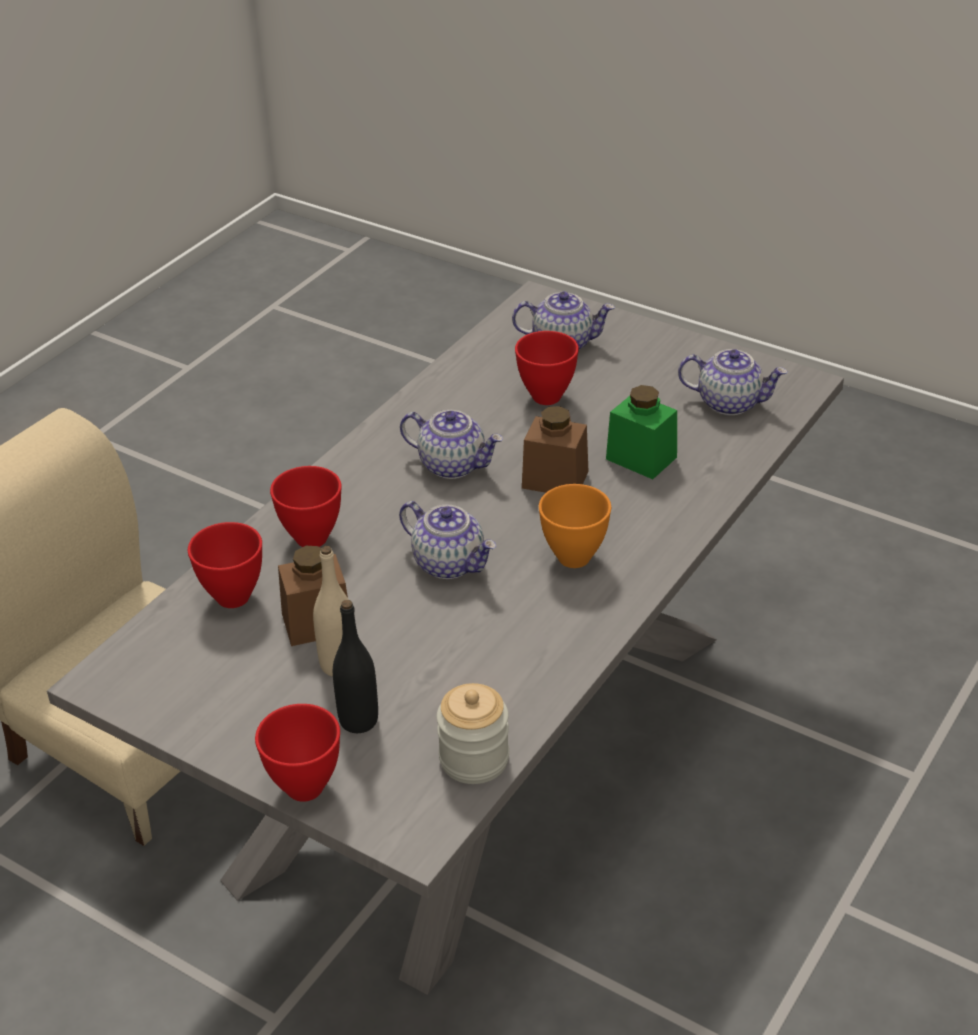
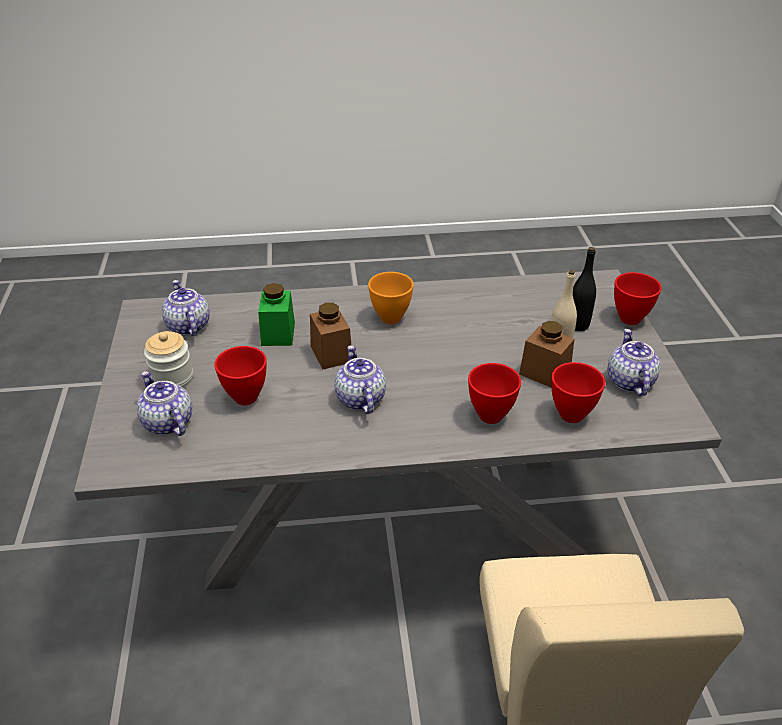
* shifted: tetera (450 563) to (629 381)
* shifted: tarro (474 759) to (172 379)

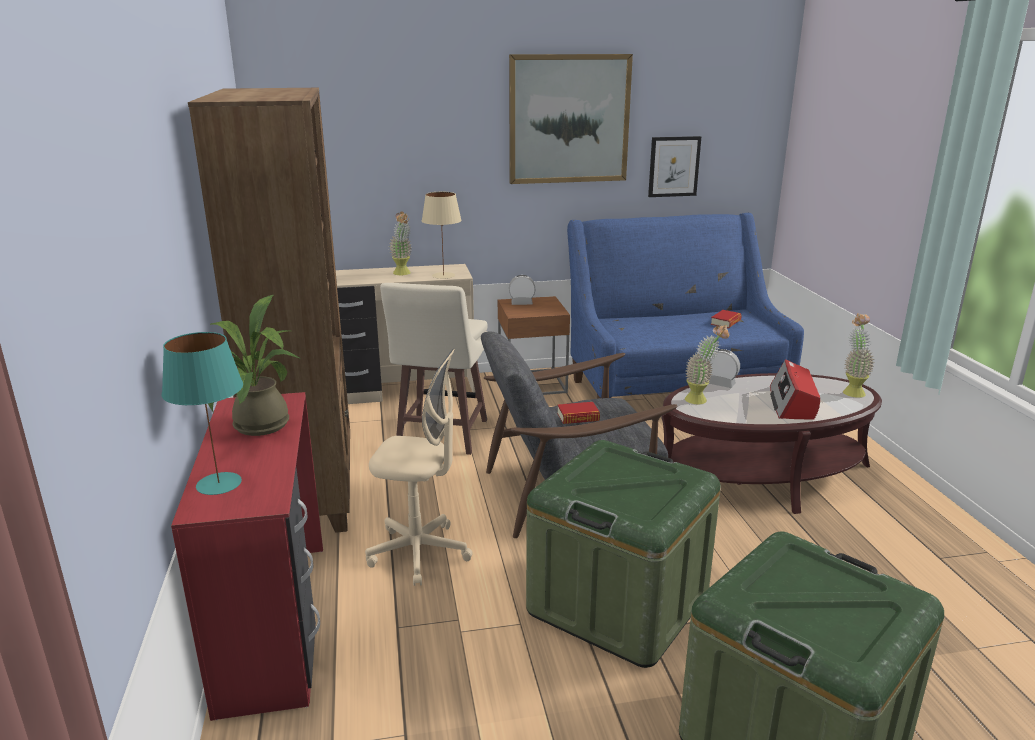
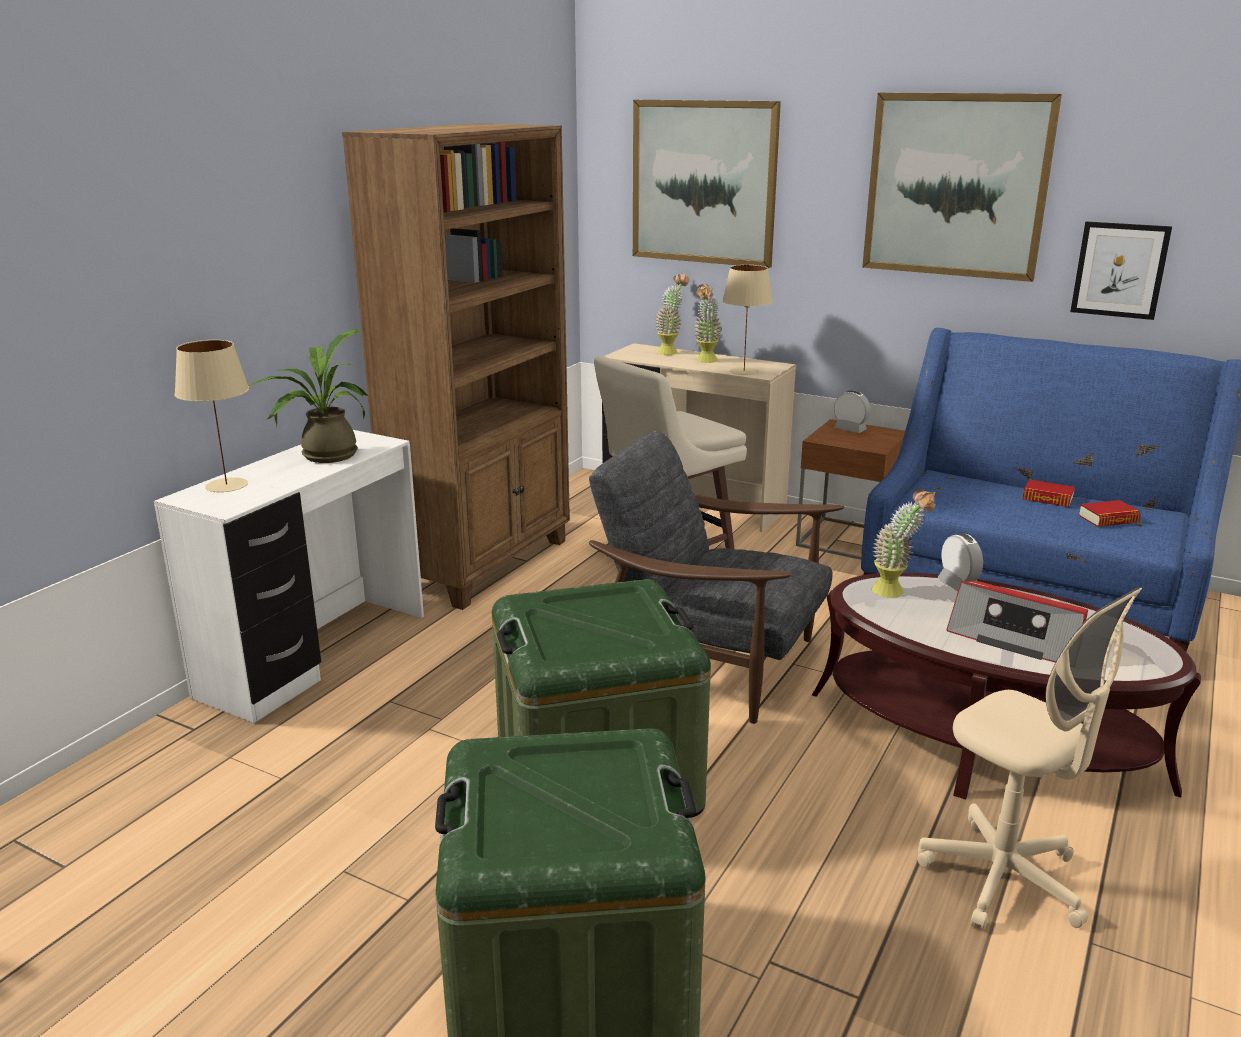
* repainted: lámpara de mesa/turquesa (218 484) to lámpara de mesa/beis (226 485)
* repainted: escritorio/rojo (277 622) to escritorio/blanco (317 655)
* shifted: silla de oficina/beis (419 553) to (1003 879)
* shifted: libro (578 417) to (1047 499)
* rotated: radio (792 403) = (1016 638) 105 degrees counterclockwise
* shifted: planta en maceta (852 391) to (671 351)
* new: cuadro (703 182)

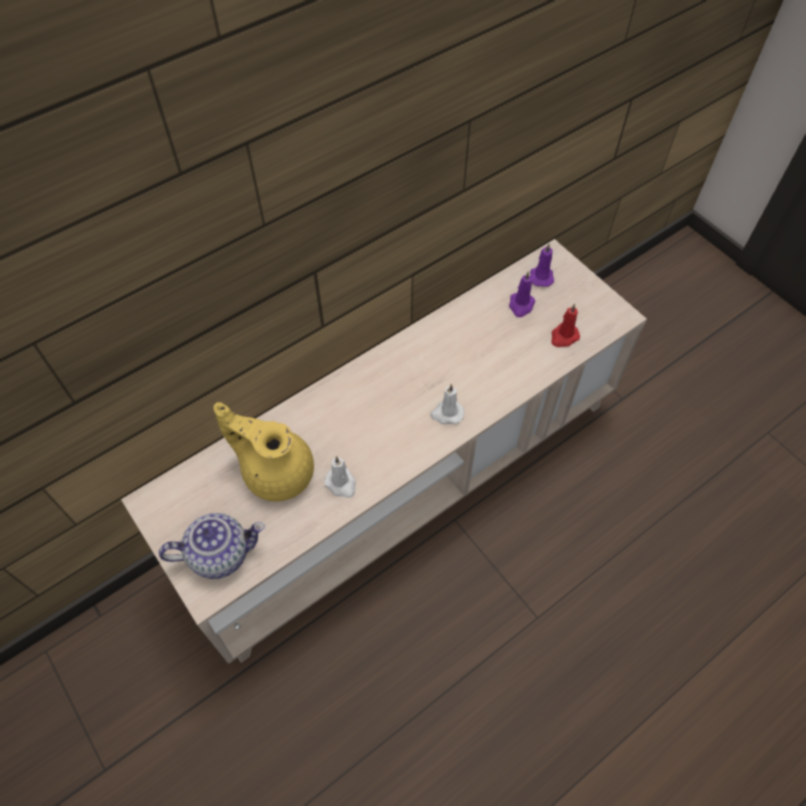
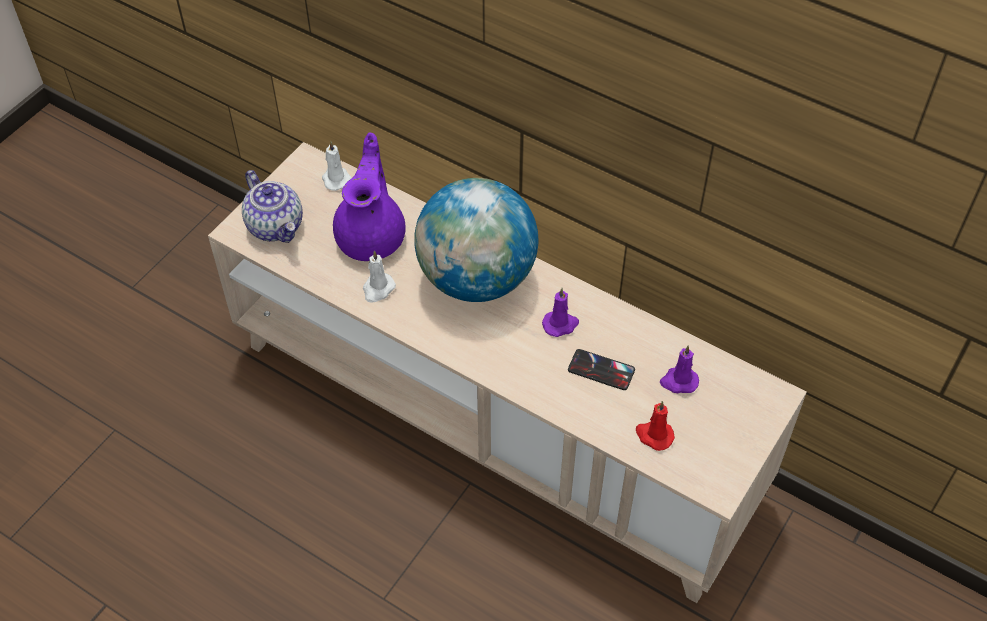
* repainted: tetera/amarillo (276 471) to tetera/morado (372 236)
* shifted: vela/blanco (446 414) to (335 179)
* shifted: vela/morado (541 276) to (560 324)
* new: globo terráqueo (476 278)
* new: móvil (601 370)

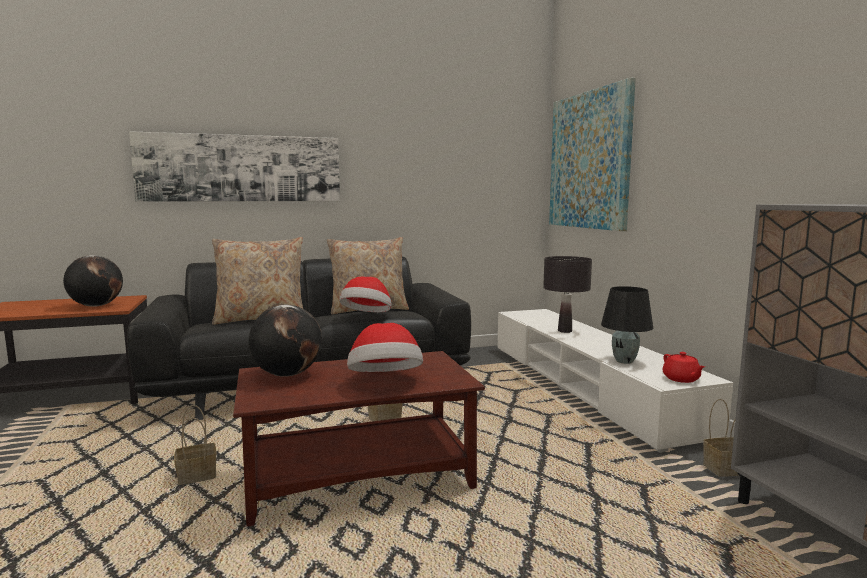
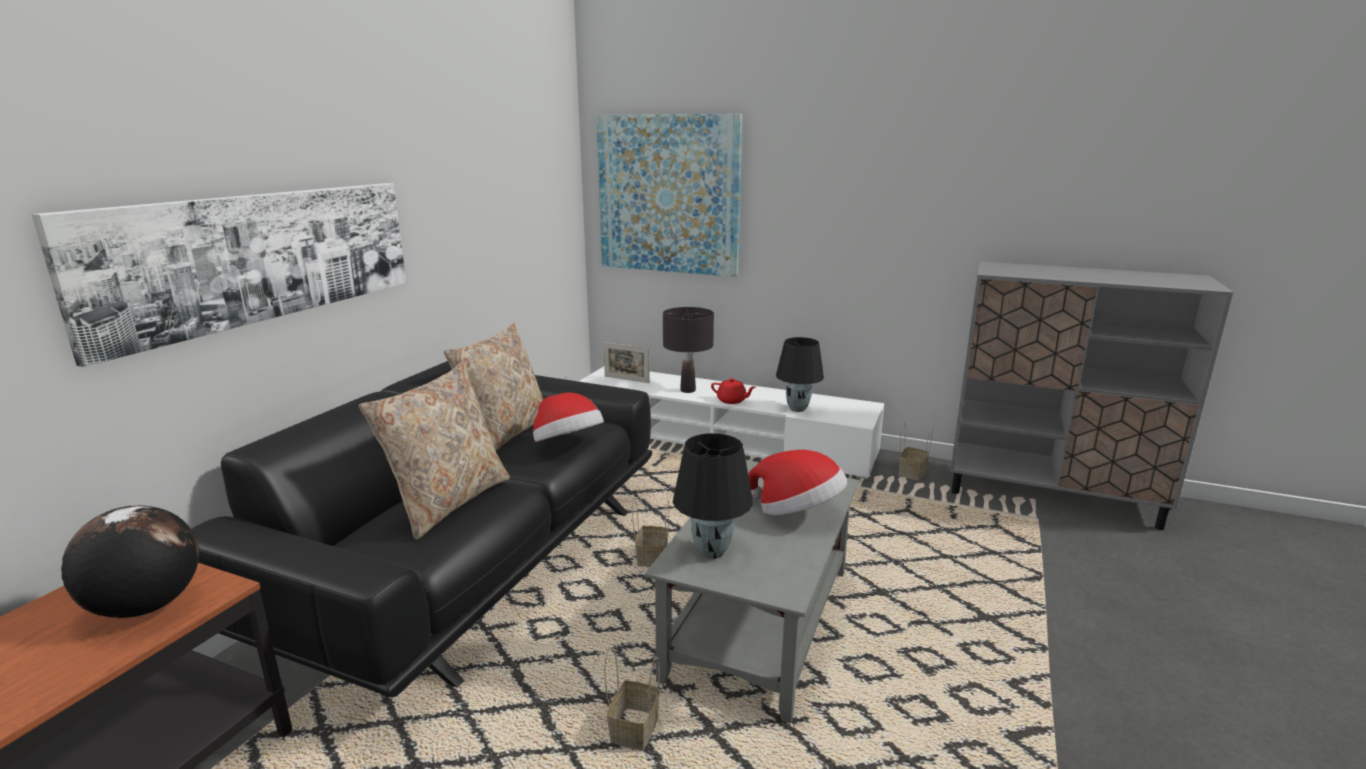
* repainted: mesa de centro/marrón (360 477) to mesa de centro/gris (759 621)
* swapped: globo terráqueo (287 374) to lámpara de mesa/negro (711 552)
* shifted: tetera/rojo (681 379) to (732 400)
* new: portarretratos (626 379)

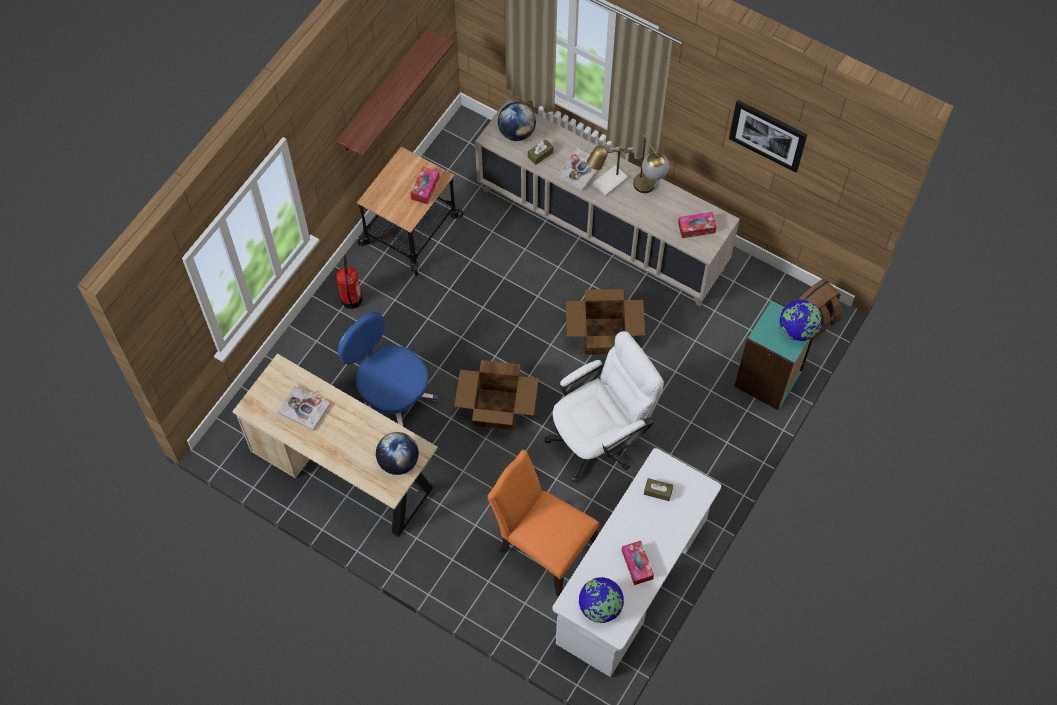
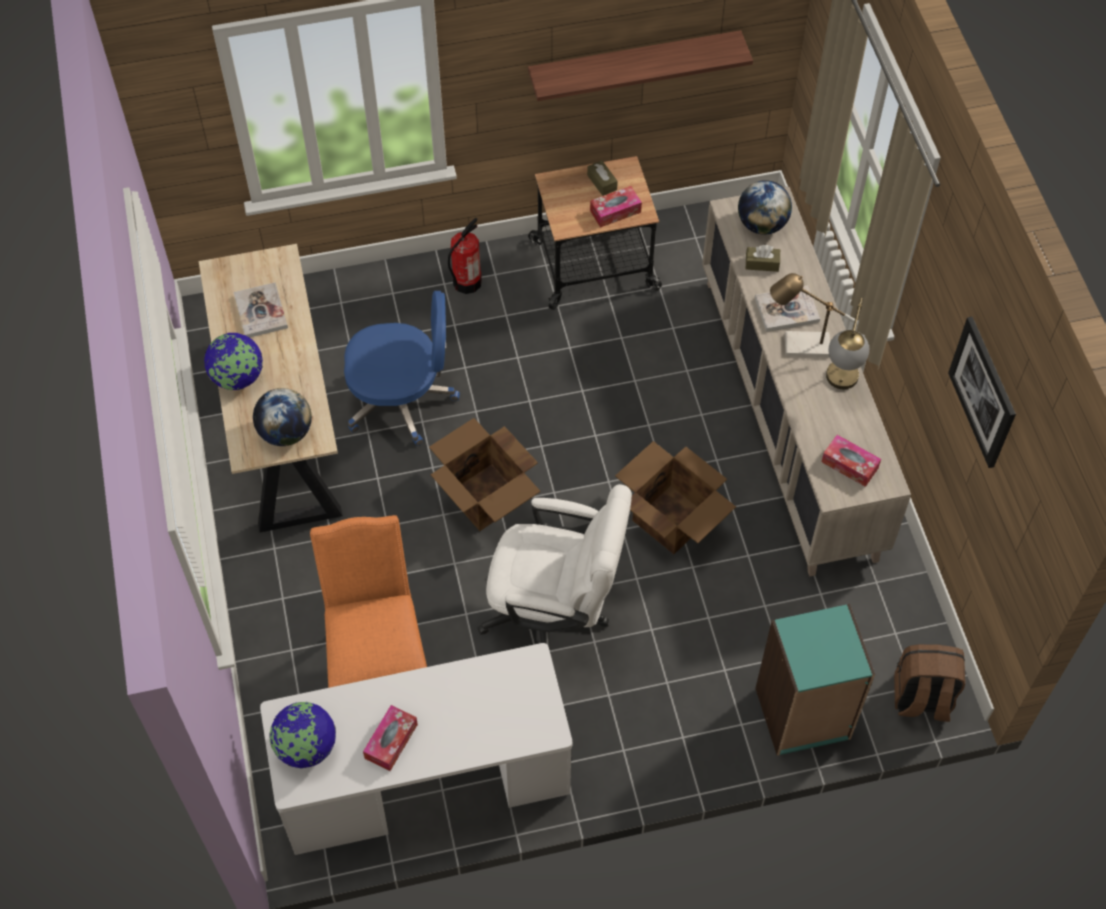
* rotated: silla de oficina/azul (391 396) = (402 399) 90 degrees clockwise
* shifted: caja de pañuelos/marrón (658 491) to (602 182)
* shifted: globo terráqueo (797 330) to (238 378)

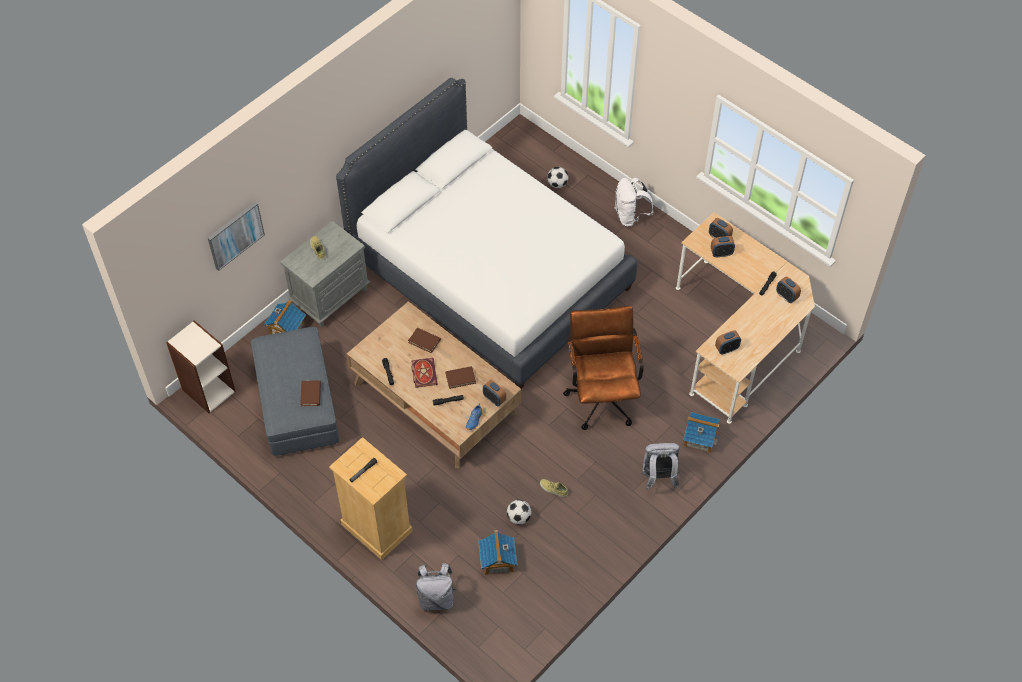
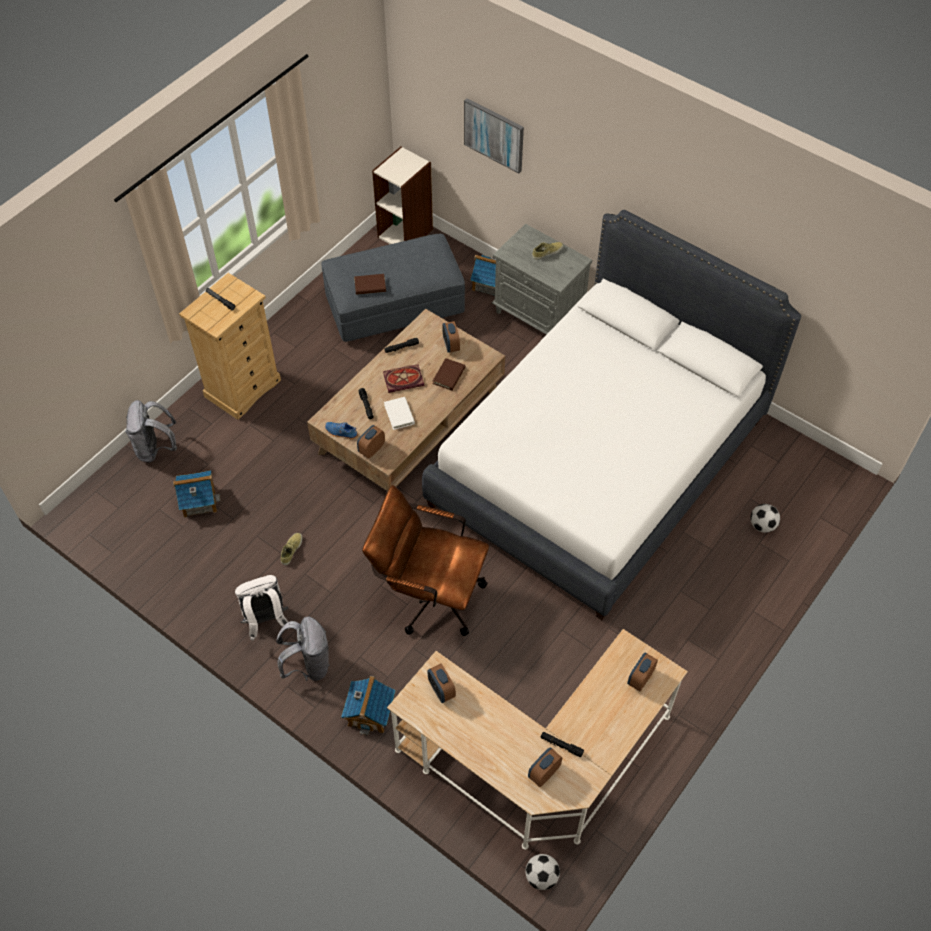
* repainted: libro/marrón (460 378) to libro/blanco (399 414)
* shifted: balón de fútbol (519 517) to (541 876)
* rotated: silla de oficina/marrón (602 394) = (429 594) 150 degrees counterclockwise
* shifted: mochila/blanco (630 216) to (266 621)
* shifted: despertador (721 253) to (451 345)

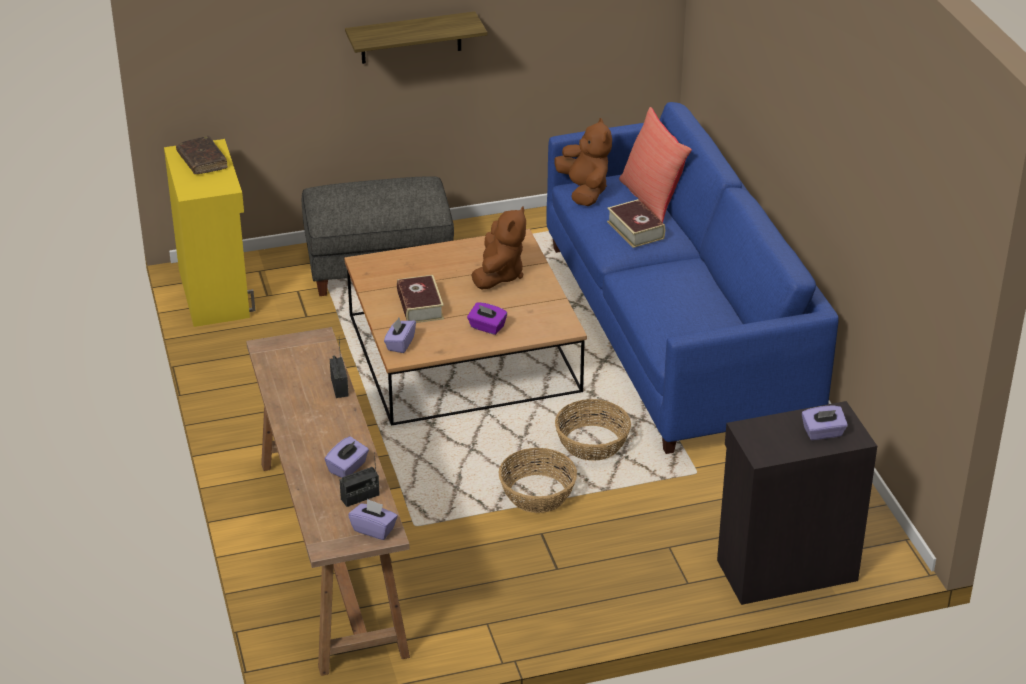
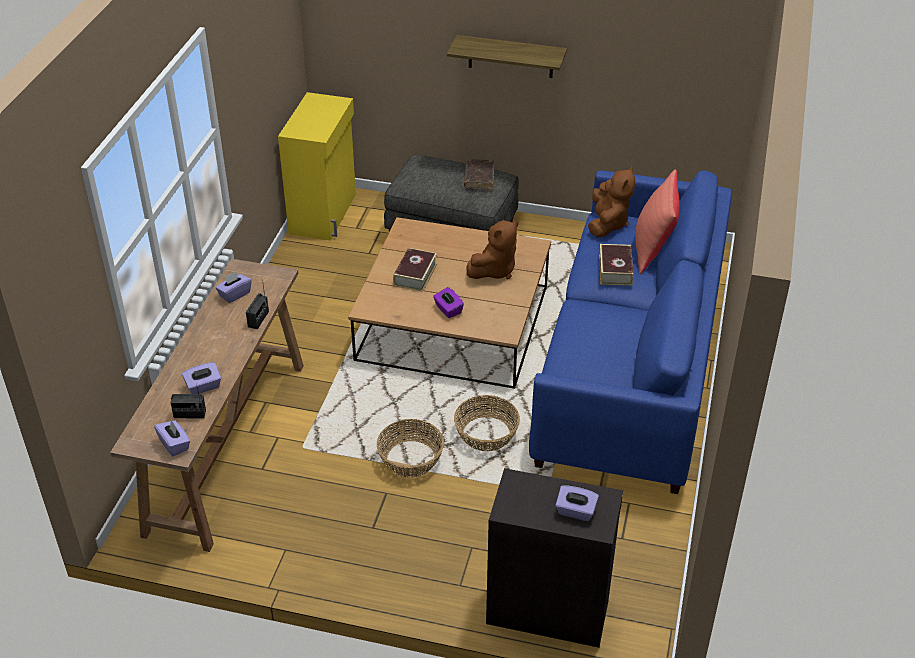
* shifted: libro/marrón (202 161) to (479 178)
* shifted: caja de pañuelos/morado (400 344) to (234 294)

